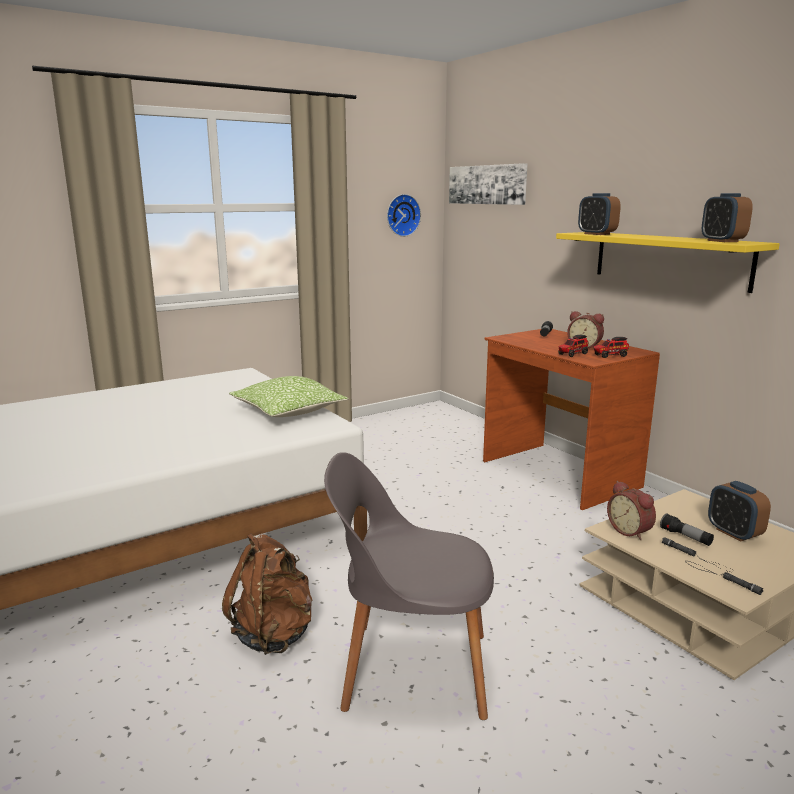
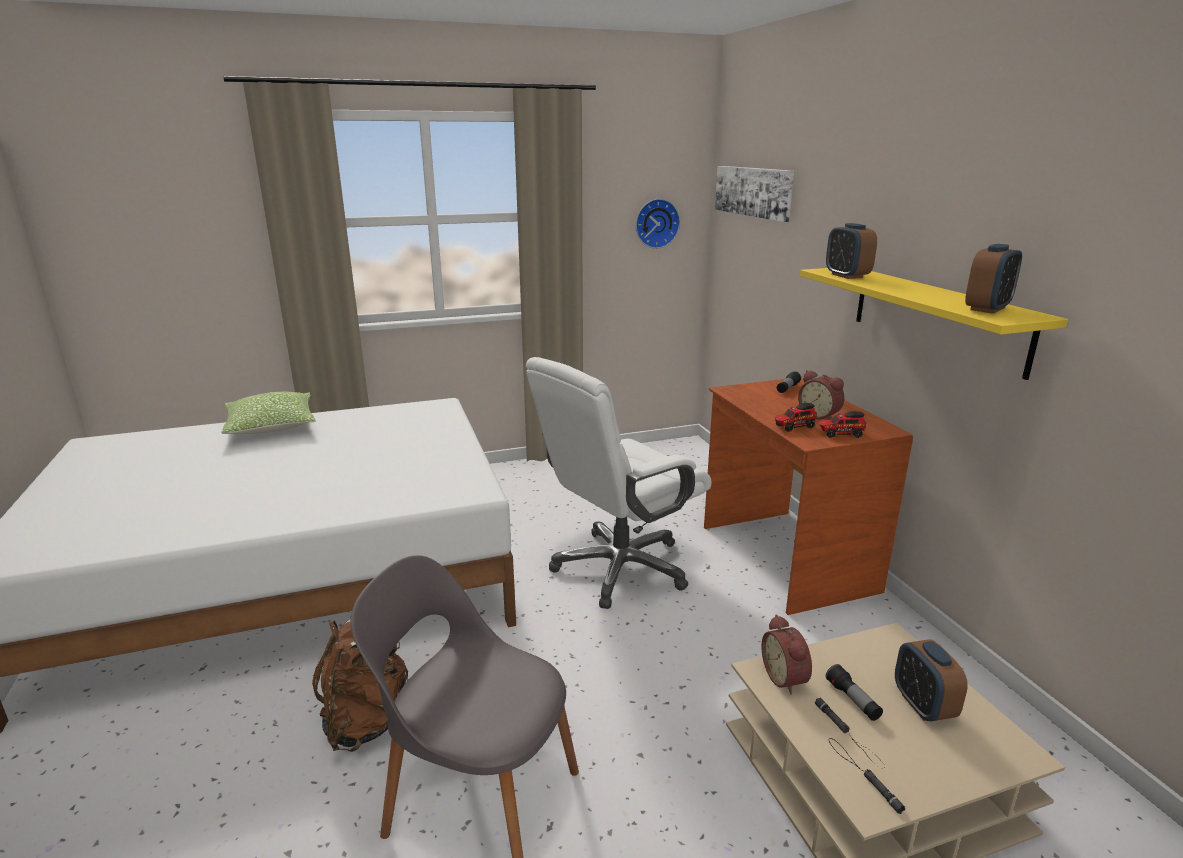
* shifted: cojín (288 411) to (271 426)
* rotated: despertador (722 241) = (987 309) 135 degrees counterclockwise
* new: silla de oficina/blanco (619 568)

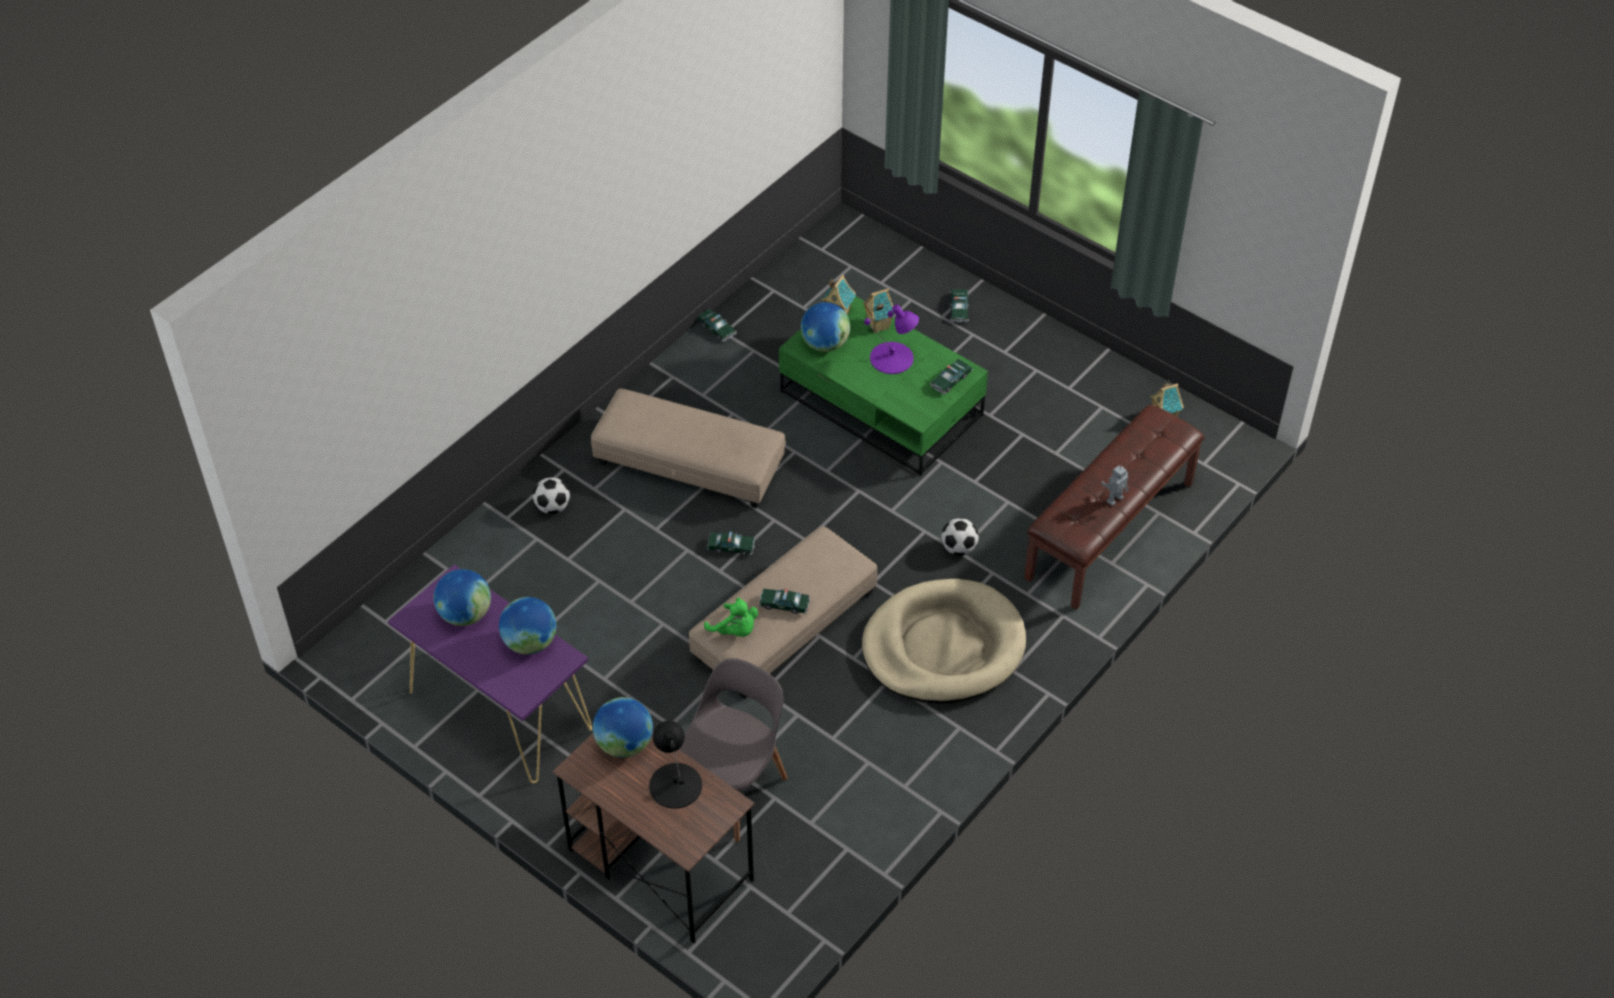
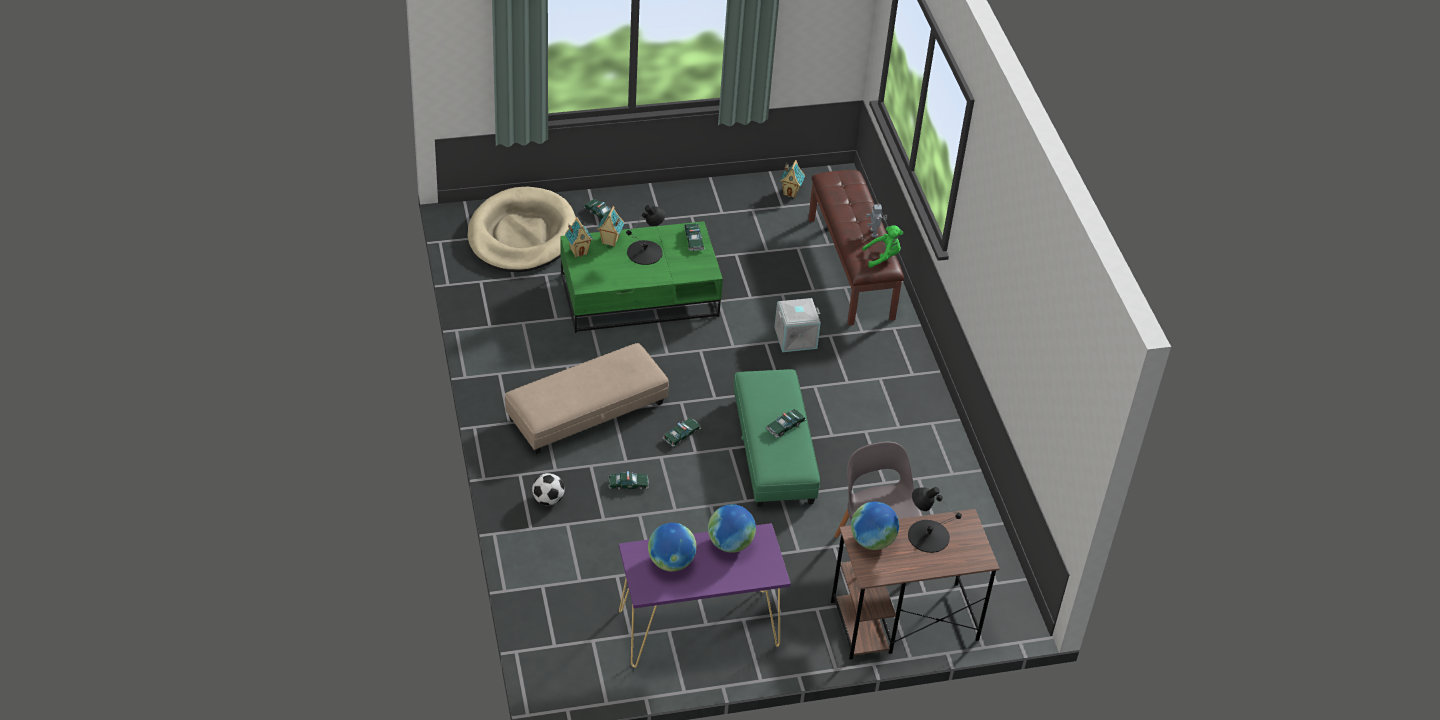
* repainted: puf/beis (784 626) to puf/verde (773 450)
* shifted: coche de juguete (716 329) to (628 484)
* shifted: peluche/verde (735 630) to (883 257)
* gone: globo terráqueo (825 344)
* shifted: cama para perro/beis (943 646) to (521 235)
* repainted: lámpara de mesa/morado (892 358) to lámpara de mesa/negro (645 252)
* swapped: balón de fútbol (959 548) to caja de almacenaje/gris (795 337)

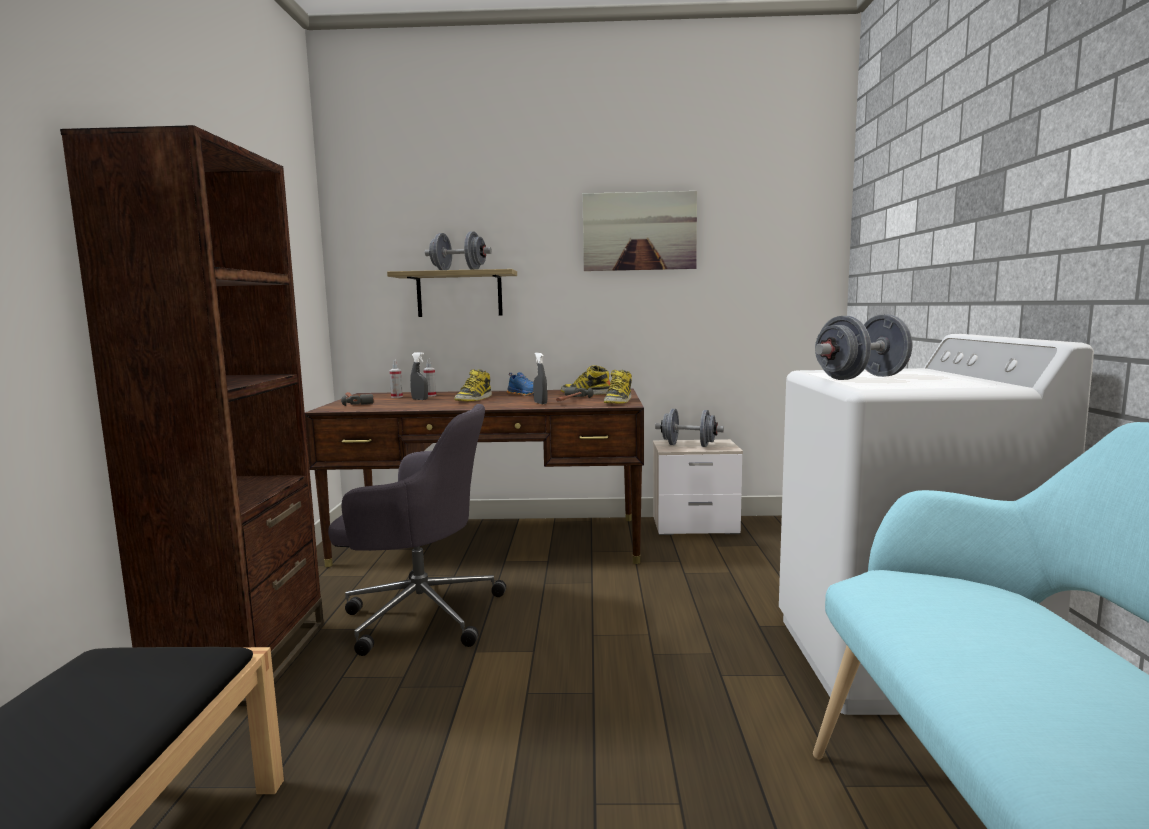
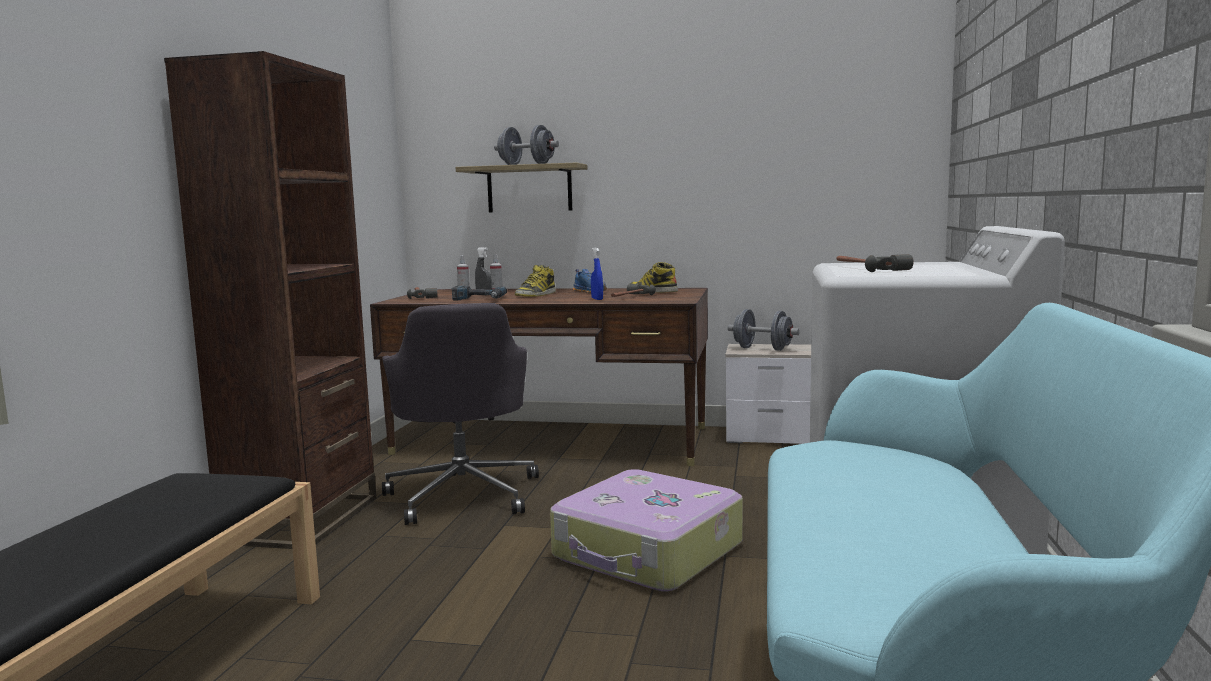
* rotated: silla de oficina/gris (419 613) = (464 494) 60 degrees clockwise
* repainted: pulverizador/gris (540 403) to pulverizador/azul (597 299)
* gone: cuadro (639 231)
* gone: bota (618 401)
* swapped: mancuerna/gris (861 378) to martillo (866 268)
* new: taladro (479 299)
* new: maleta (648 552)

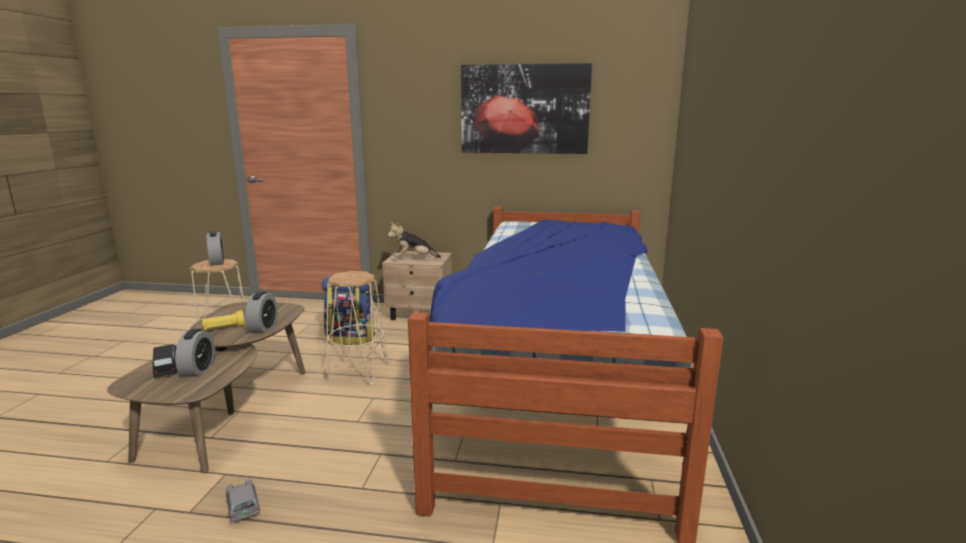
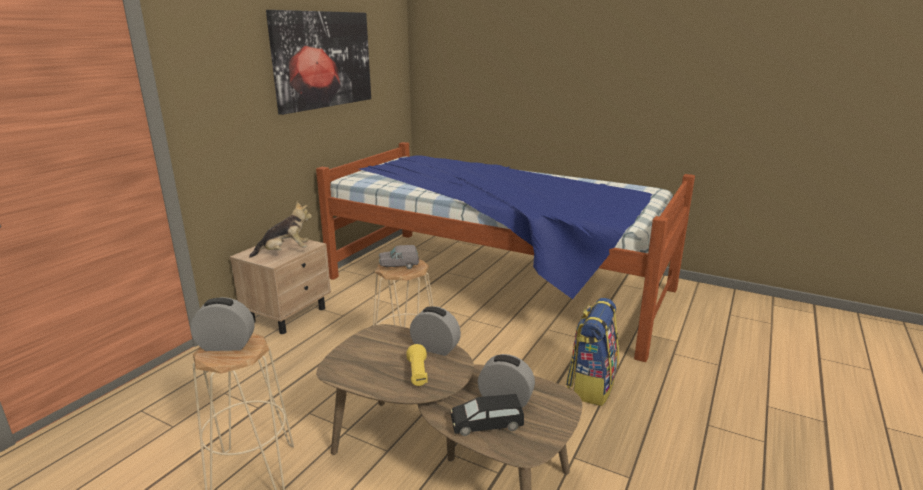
* shifted: coche de juguete/gris (243 508) to (399 266)
* shifted: mochila (351 339) to (591 385)
* rotated: peluche (413 259) = (285 252) 120 degrees counterclockwise

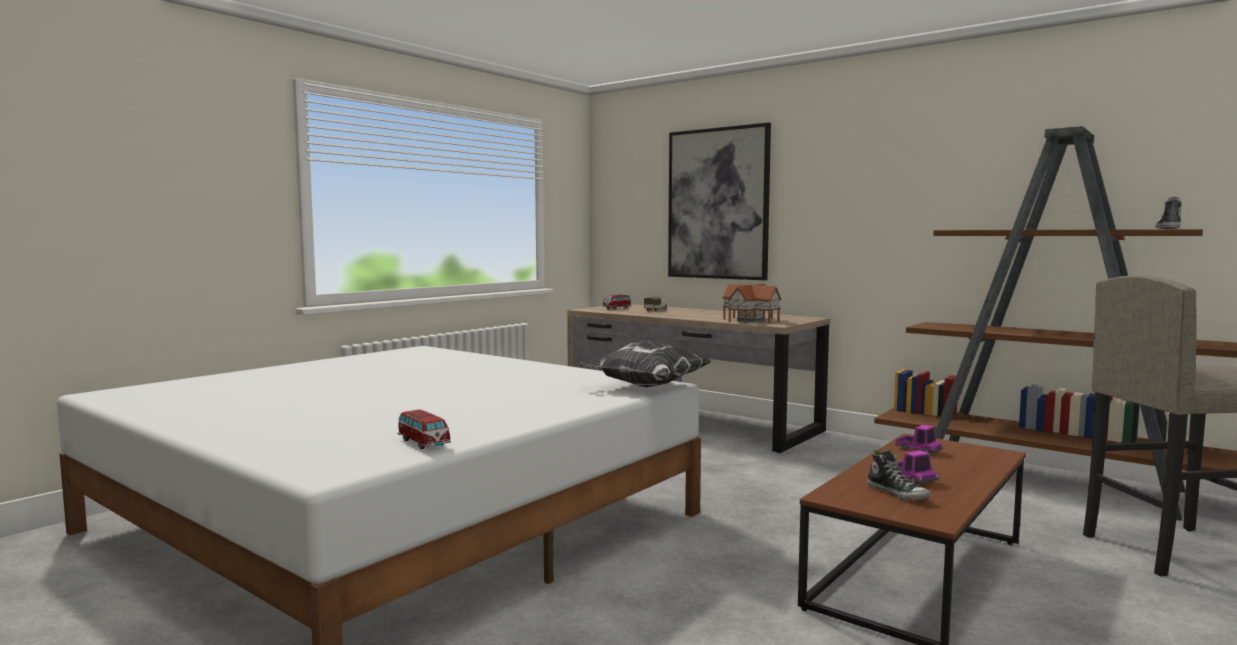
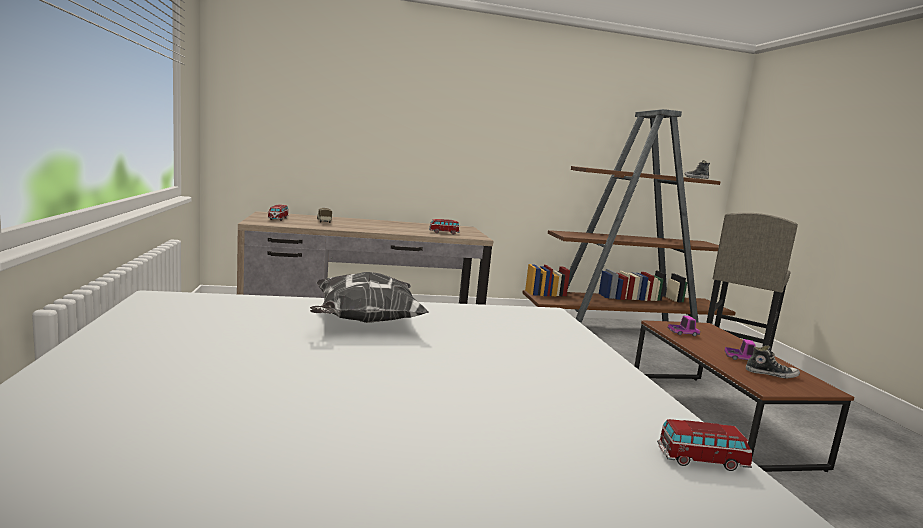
* shifted: cojín (644 387) to (364 322)
* gone: cuadro (718 204)
* swapped: casita (751 320) to coche de juguete (443 233)

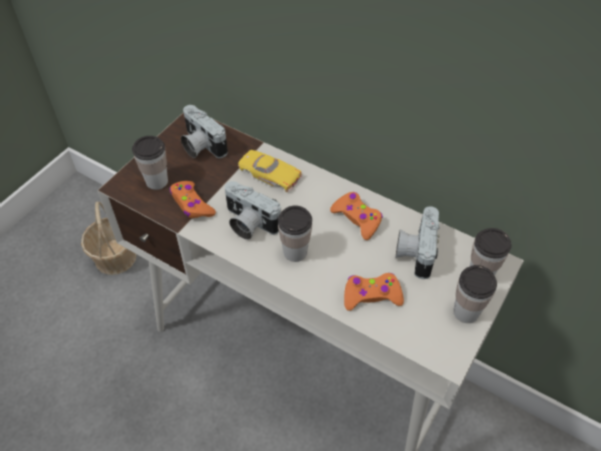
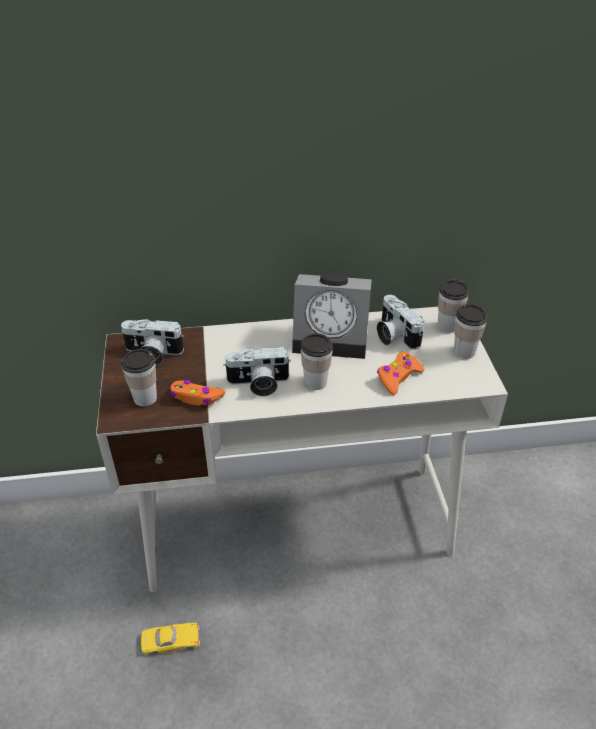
* gone: cesta (115 257)
* shifted: coche de juguete/amarillo (270 173) to (171 640)
* swapped: mando de consola/naranja (357 219) to despertador (333 338)

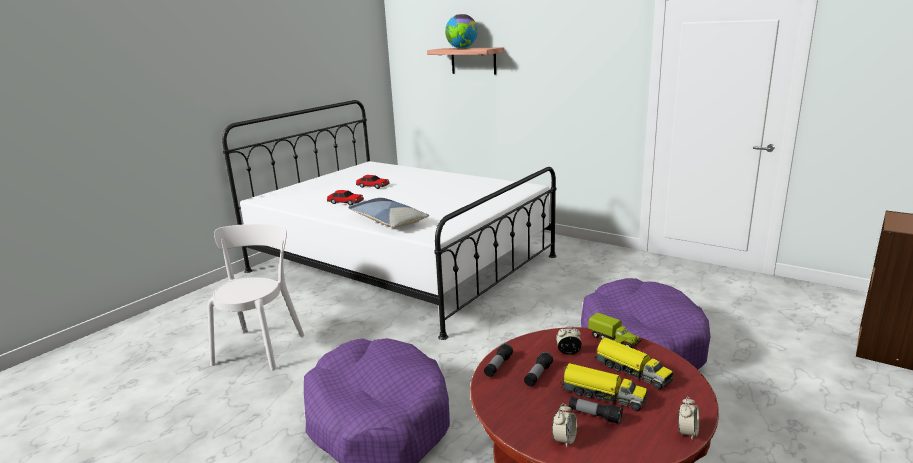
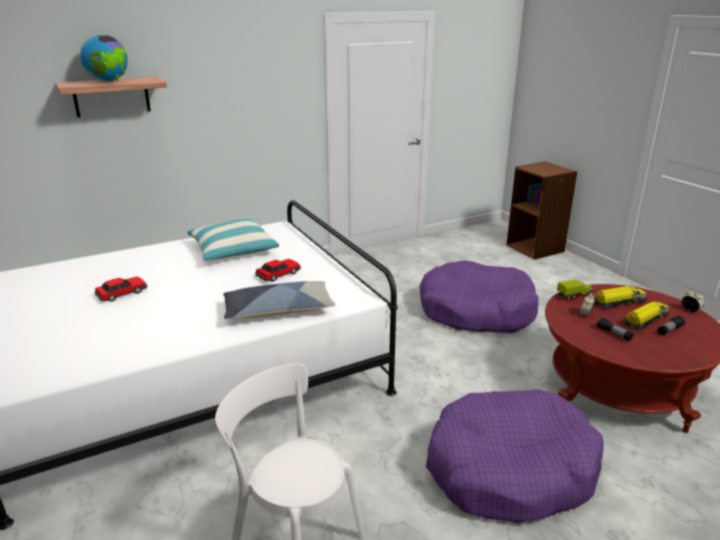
* shifted: coche de juguete (346 202) to (279 274)
* gone: linterna (498 366)
* gone: despertador (564 439)
* new: cojín (234 249)

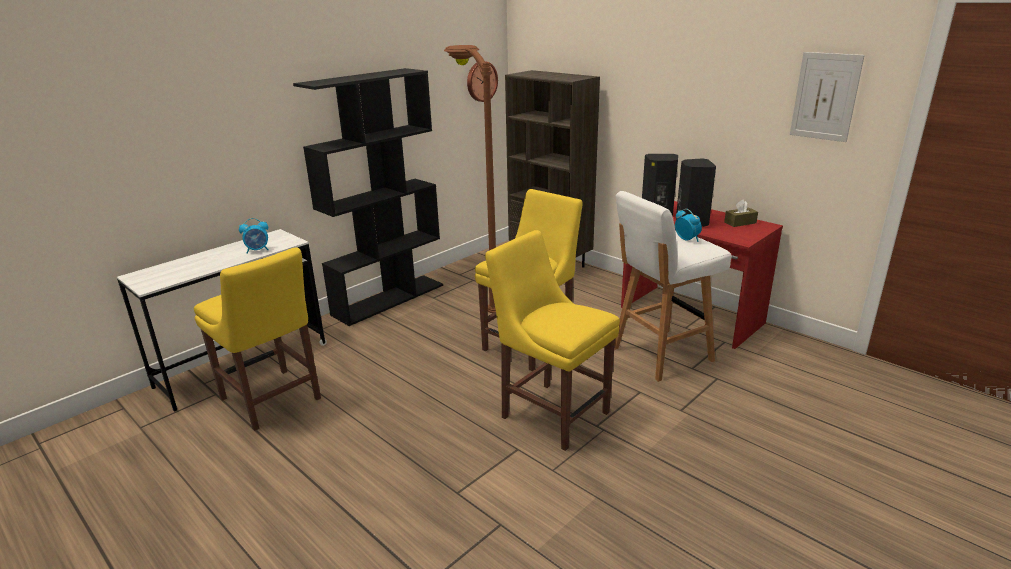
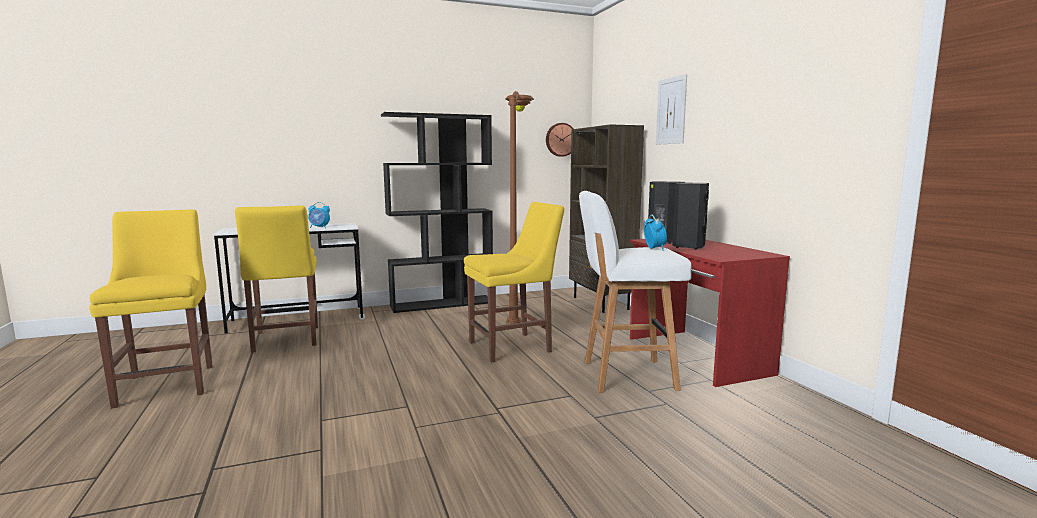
* shifted: silla/amarillo (551 412) to (168 383)
* gone: caja de pañuelos/marrón (740 222)
* shifted: cuadro (825 96) to (671 111)

